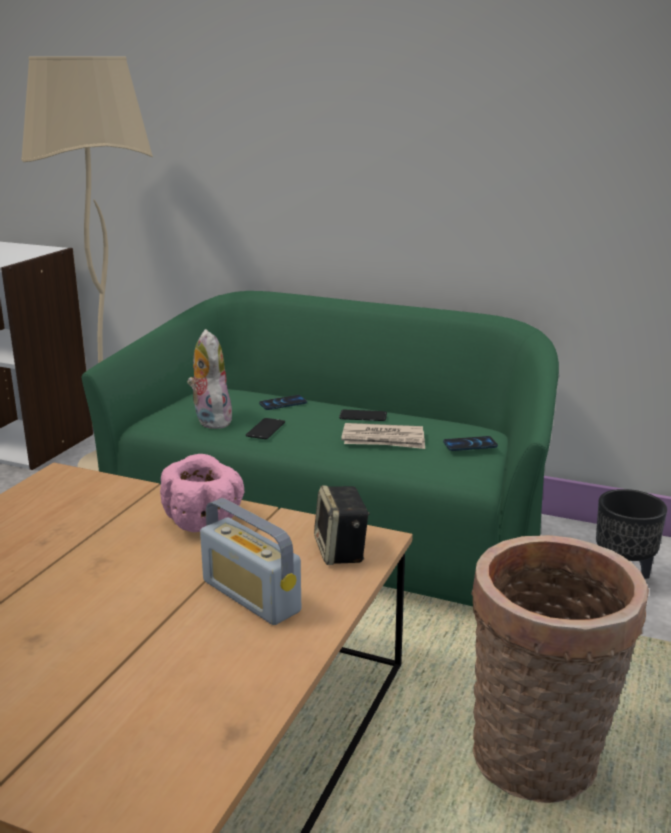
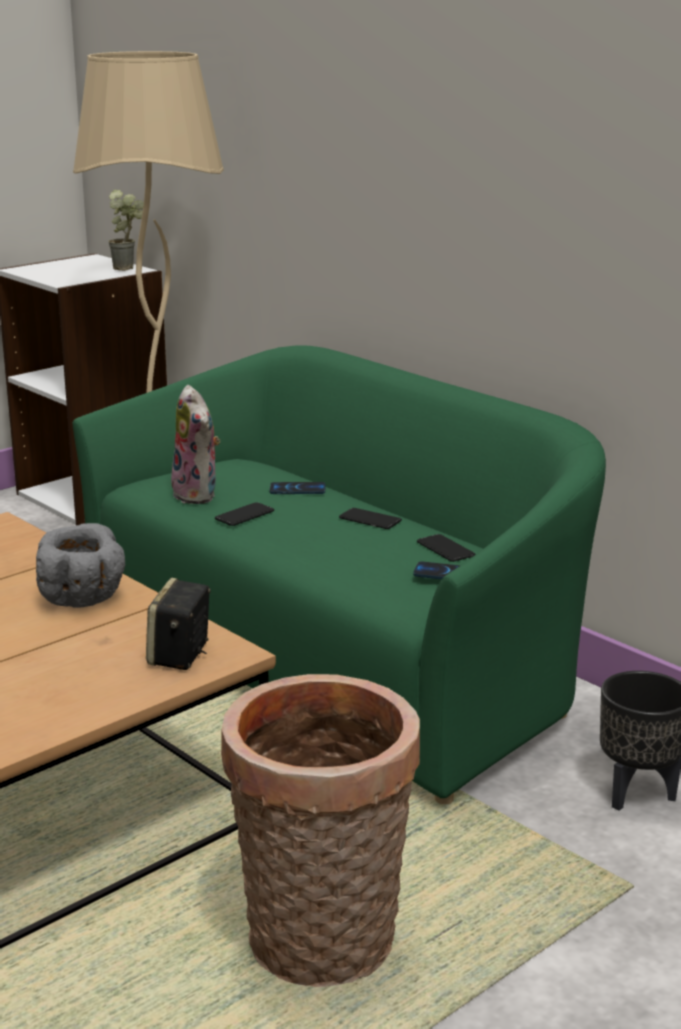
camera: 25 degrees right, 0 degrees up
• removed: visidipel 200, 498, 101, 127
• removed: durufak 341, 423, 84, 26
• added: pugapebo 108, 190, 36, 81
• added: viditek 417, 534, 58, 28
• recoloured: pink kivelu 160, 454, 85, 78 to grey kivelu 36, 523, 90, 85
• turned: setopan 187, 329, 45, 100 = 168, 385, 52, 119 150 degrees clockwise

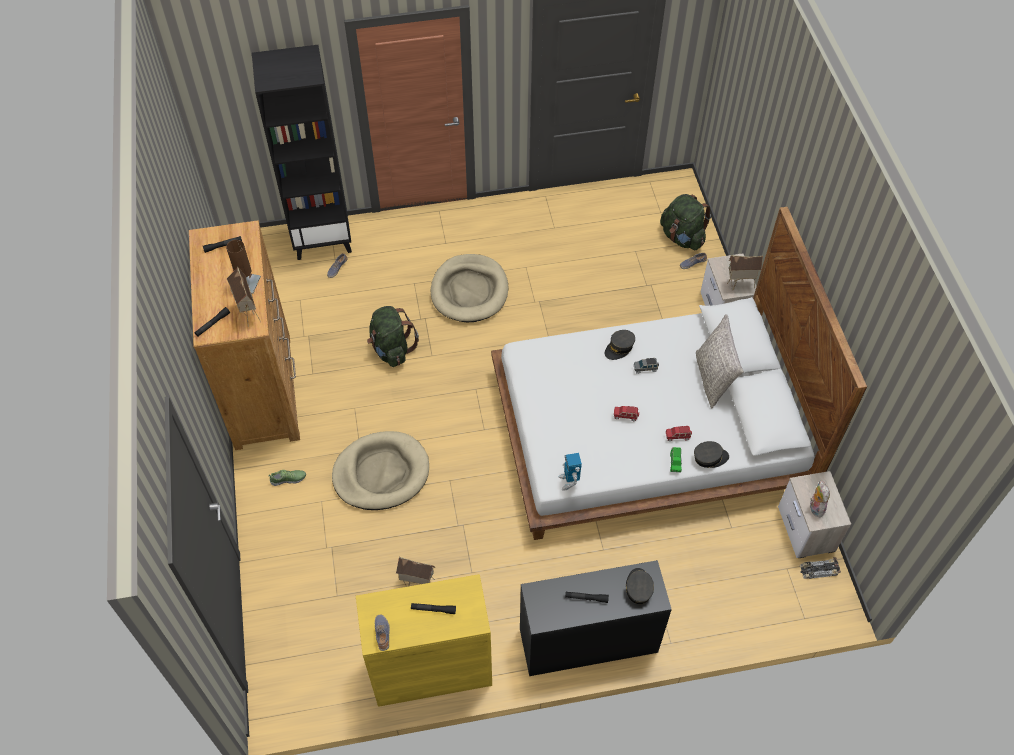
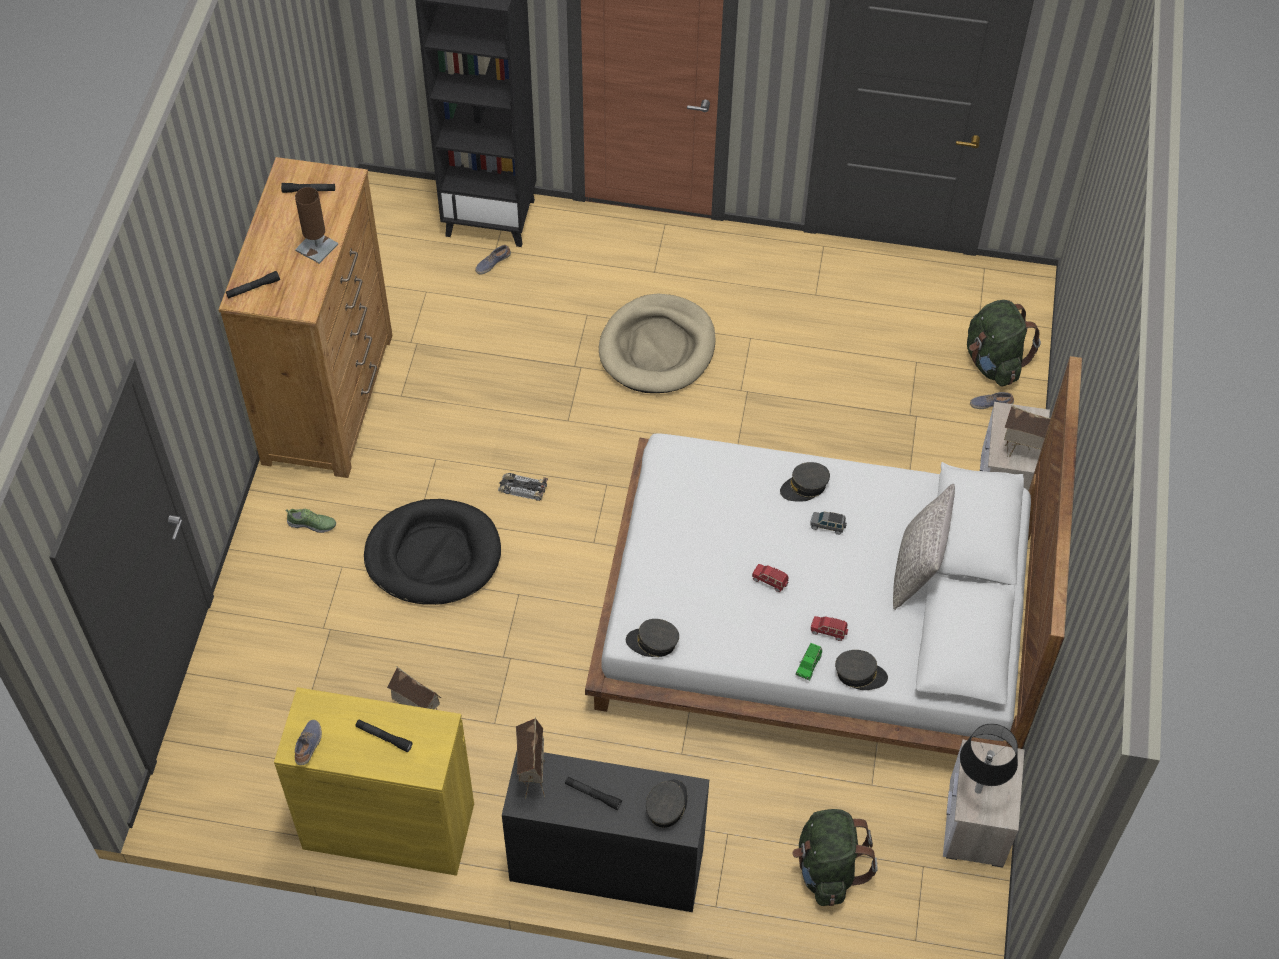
camera: 20 degrees right, 0 degrees up
• moved: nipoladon 227, 267, 34, 60 to 516, 717, 29, 82
• moved: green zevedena 367, 306, 52, 61 to 792, 809, 86, 97
• moved: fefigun 800, 557, 41, 22 to 498, 473, 50, 28
• replaced: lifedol 559, 453, 23, 38 to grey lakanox 626, 619, 53, 38
• replaced: setopan 810, 480, 20, 37 to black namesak 960, 724, 58, 70
• recoloured: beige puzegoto 332, 431, 97, 79 to black puzegoto 364, 499, 137, 106

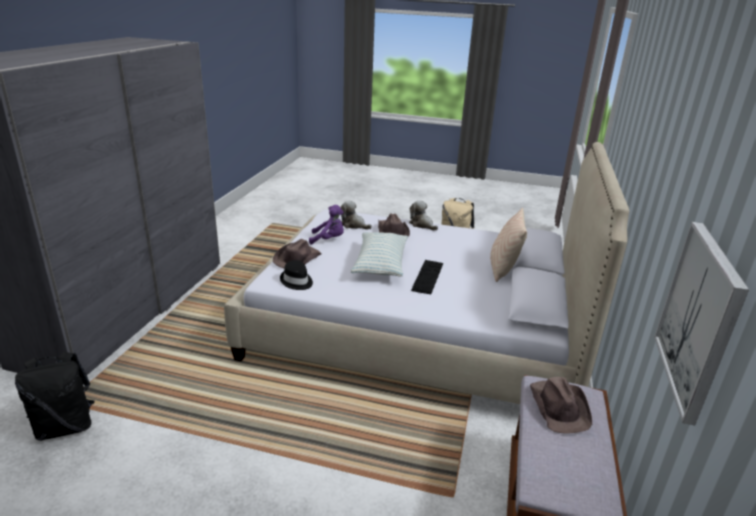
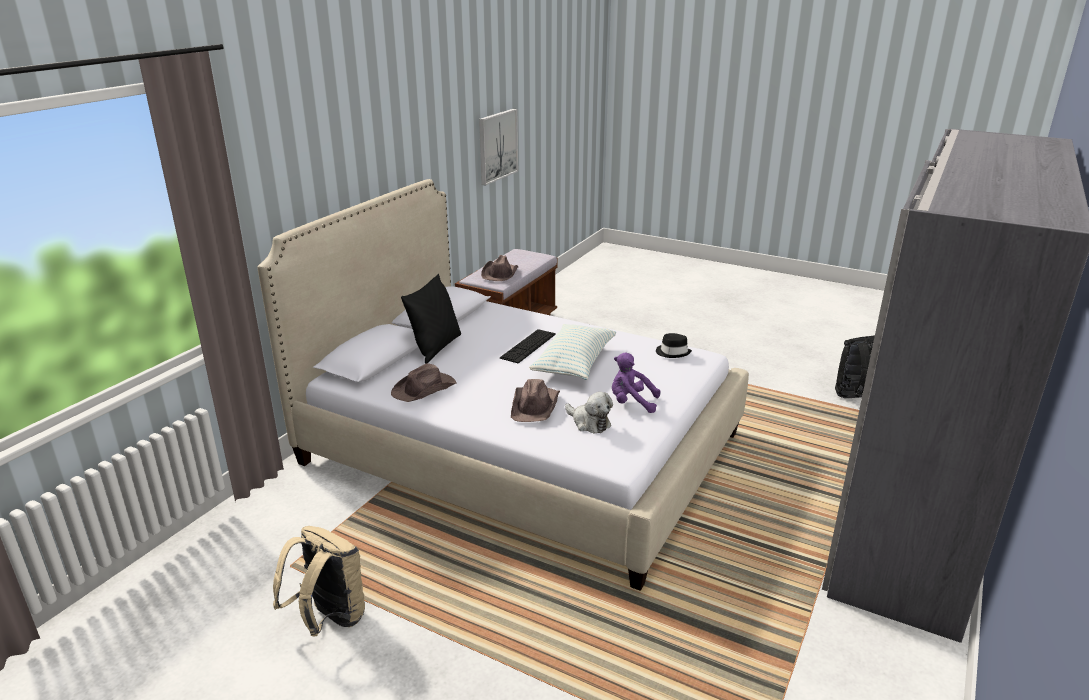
camera: 165 degrees left, 0 degrees up
• removed: setopan 409, 200, 29, 30
• moved: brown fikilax 273, 239, 48, 30 to 391, 363, 65, 39
• recoloured: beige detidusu 490, 208, 37, 74 to black detidusu 401, 274, 60, 90

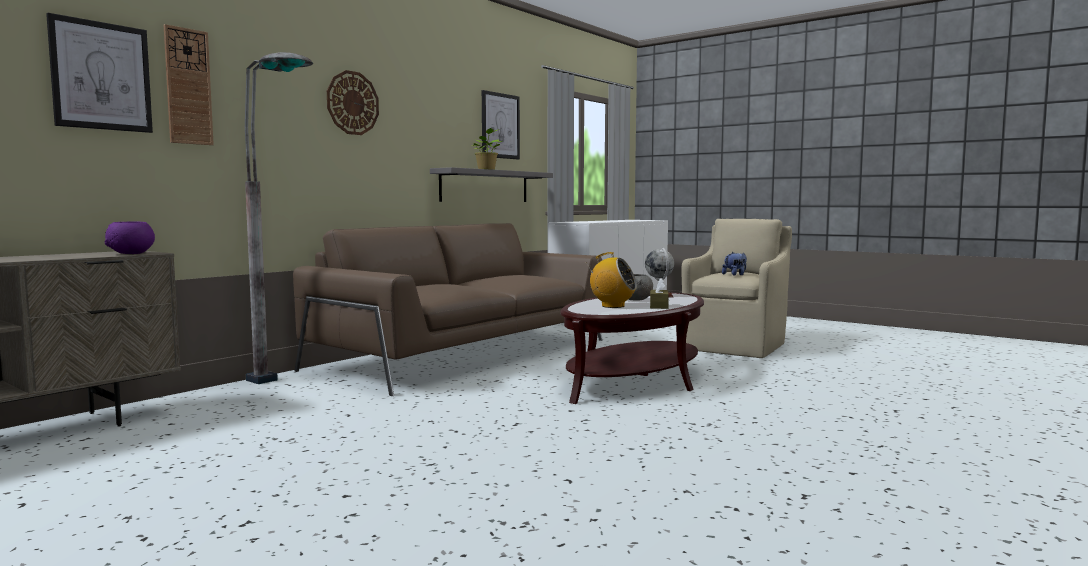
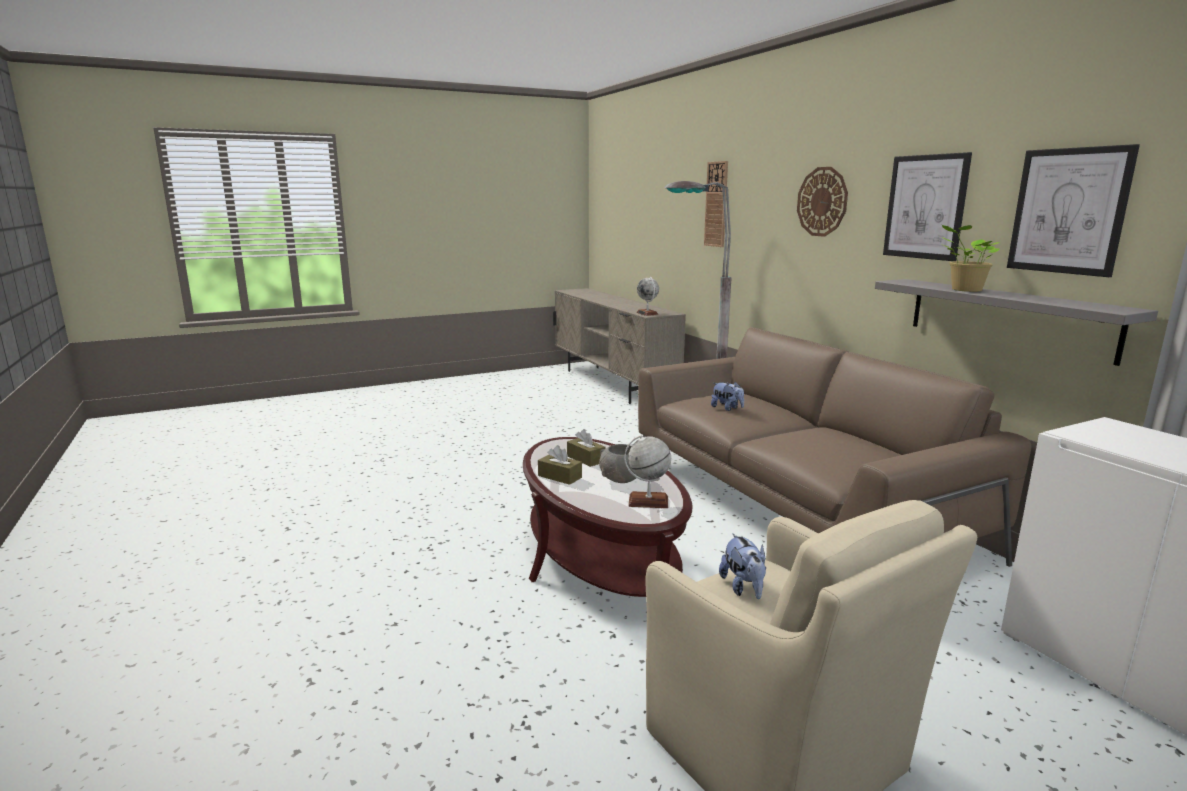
camera: 115 degrees right, 10 degrees up
• added: setopan 711, 382, 33, 29
• moved: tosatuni 46, 13, 107, 120 to 883, 152, 89, 109
• replaced: purple kivelu 105, 222, 50, 32 to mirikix 637, 277, 22, 39
• replaced: visidipel 587, 252, 50, 56 to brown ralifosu 567, 429, 38, 38

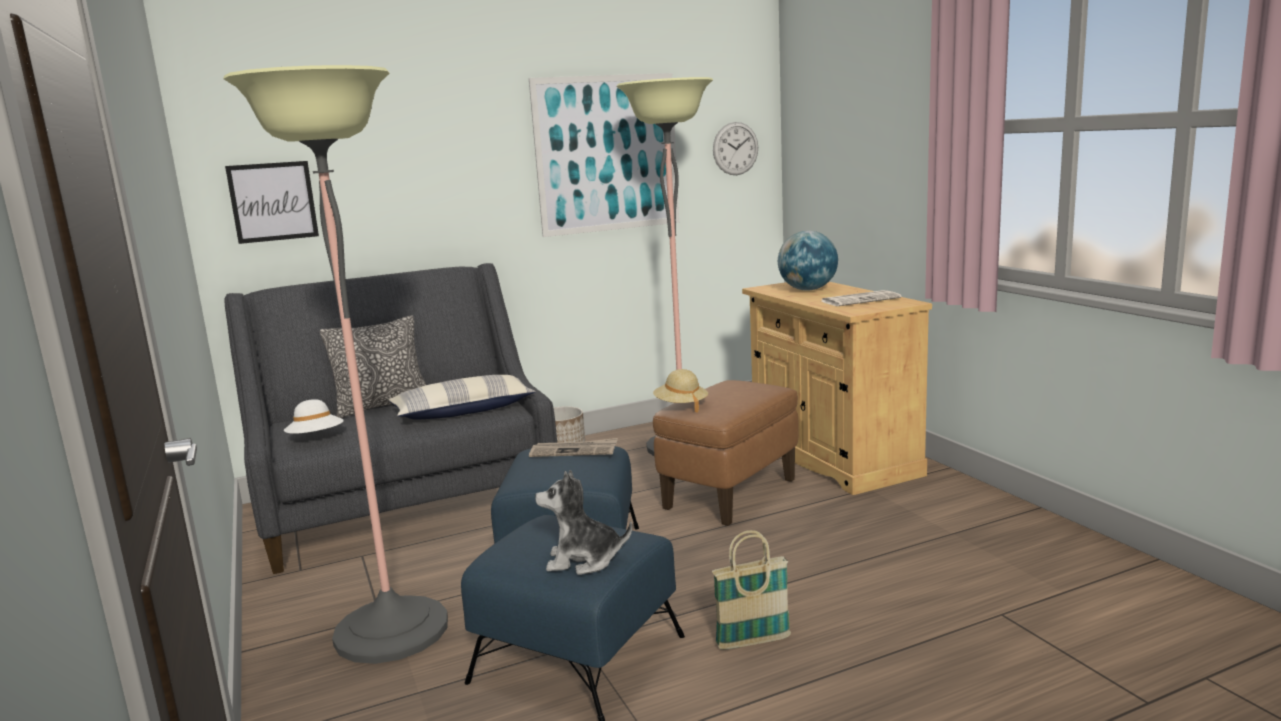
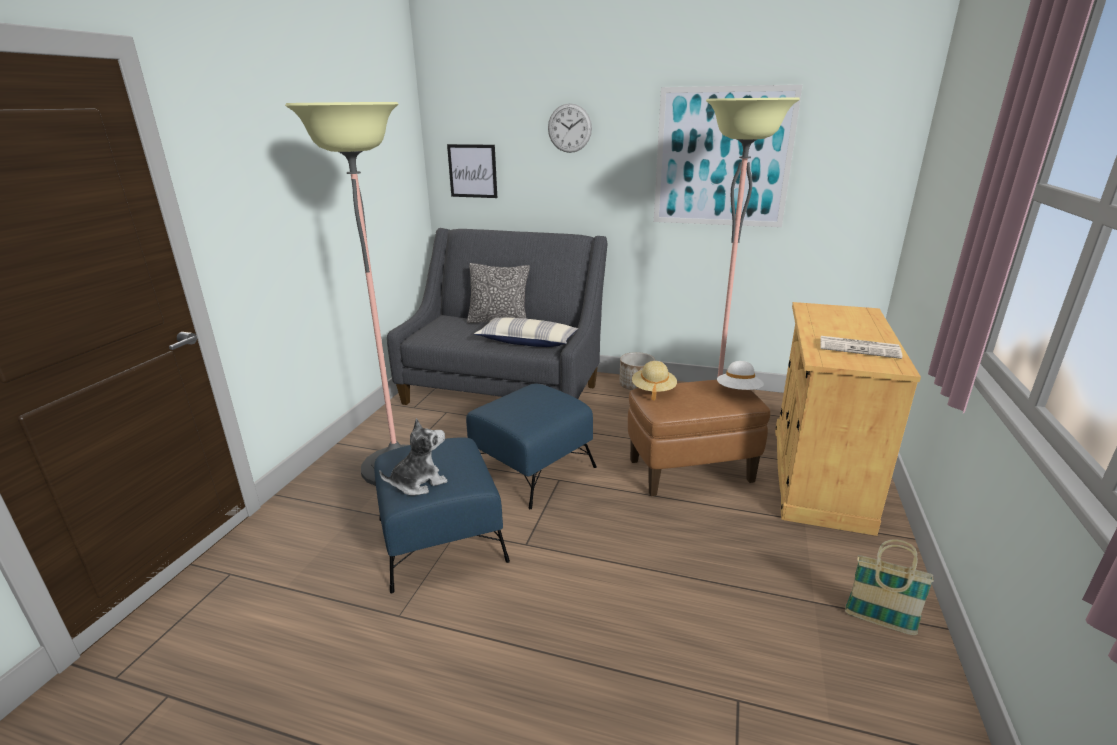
camera: 40 degrees right, 10 degrees up
• removed: durufak 529, 438, 89, 19
• removed: mirikix 778, 231, 60, 60
• moved: white fikilax 284, 399, 60, 35 to 717, 361, 47, 29
• moved: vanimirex 712, 530, 79, 120 to 845, 539, 89, 96
• moved: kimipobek 713, 122, 45, 53 to 548, 103, 44, 50
• turned: setopan 535, 470, 97, 105 = 379, 418, 68, 78 105 degrees clockwise

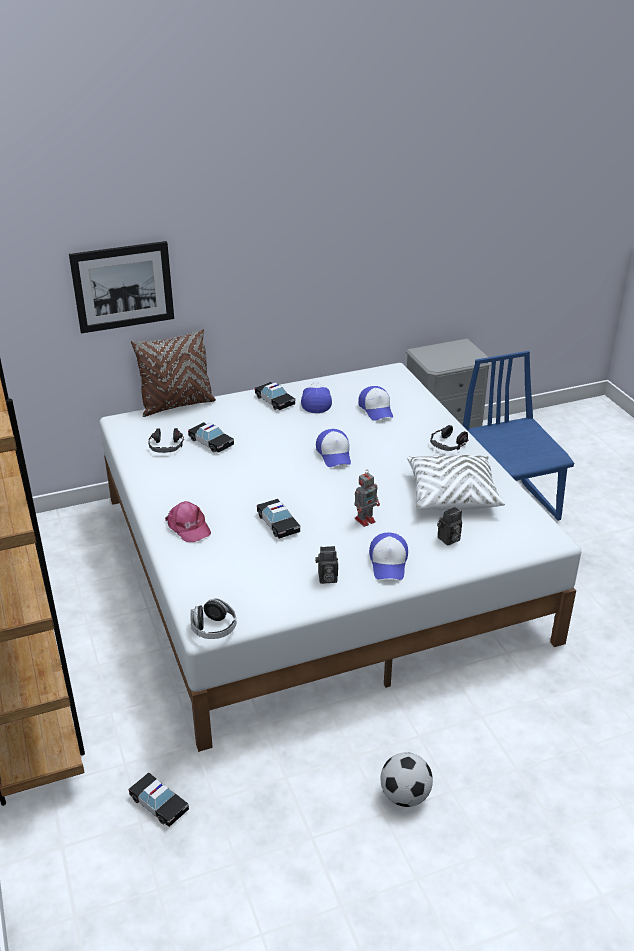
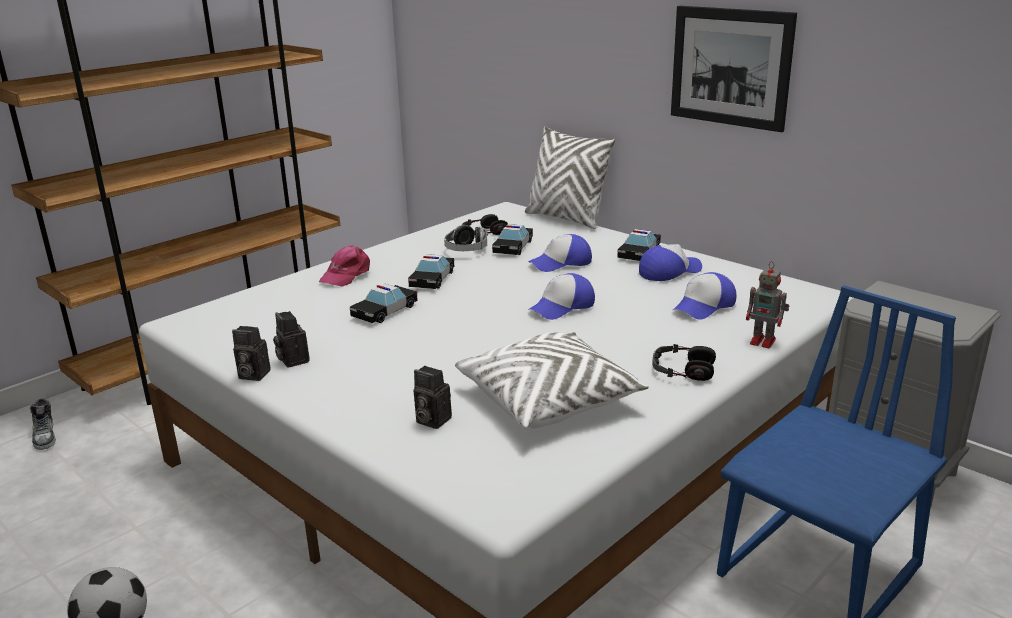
camera: 65 degrees right, 10 degrees down
• added: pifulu 30, 399, 26, 51
• added: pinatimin 232, 326, 39, 55
• moved: tosatuni 69, 241, 105, 92 to 671, 6, 126, 126
• moved: fefigun 128, 772, 61, 55 to 408, 254, 46, 35
• moved: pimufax 190, 598, 46, 41 to 444, 225, 43, 26
• moved: lifedol 354, 471, 26, 56 to 746, 261, 43, 87
• moved: lakanox 369, 533, 39, 47 to 529, 234, 63, 38
• recoloured: brown detidusu 131, 329, 85, 88 to white detidusu 525, 126, 90, 103

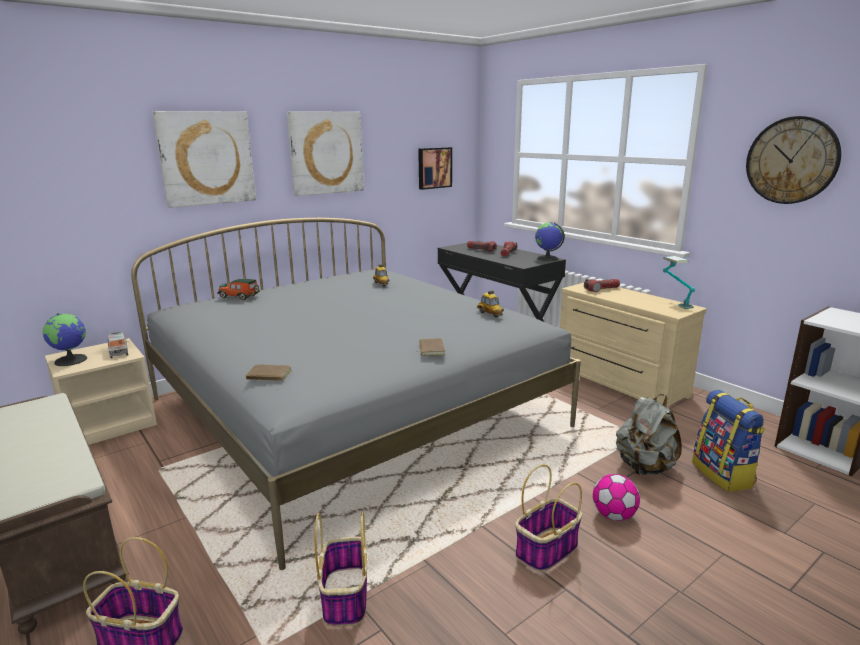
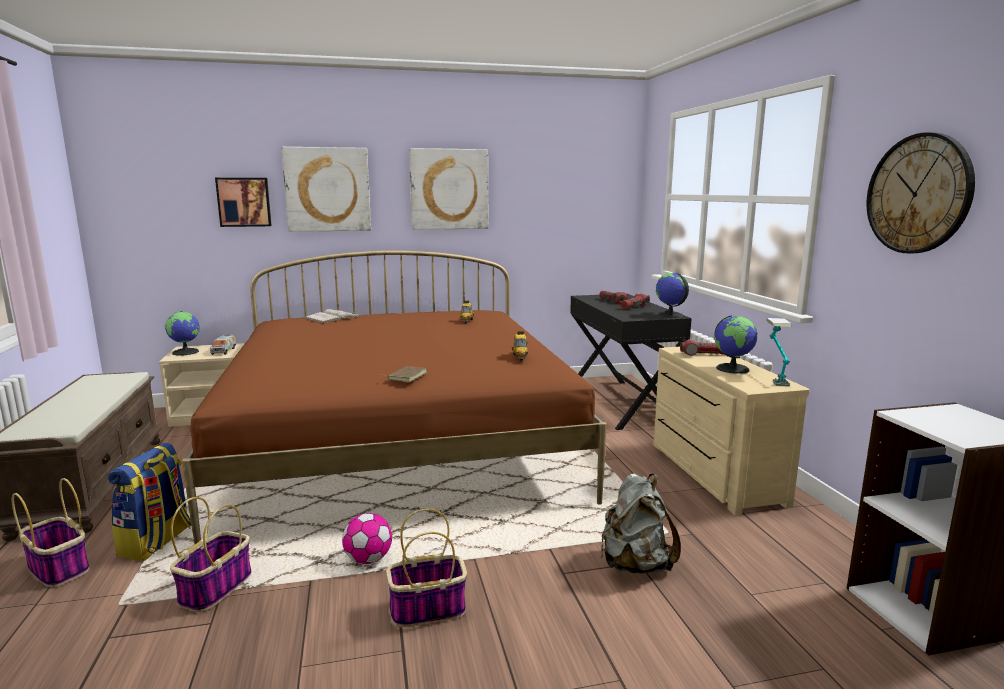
camera: 25 degrees right, 5 degrees down
• removed: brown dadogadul 246, 364, 46, 17
• added: mirikix 714, 315, 44, 59
• moved: tosatuni 418, 147, 34, 43 to 215, 178, 57, 49
• moved: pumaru 593, 474, 47, 47 to 342, 513, 50, 51
• moved: zevedena 692, 390, 73, 102 to 108, 443, 83, 118
• replaced: fefigun 217, 279, 43, 21 to white dadogadul 304, 309, 57, 14
• recoloured: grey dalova 131, 218, 450, 352 to brown dalova 182, 250, 424, 294

